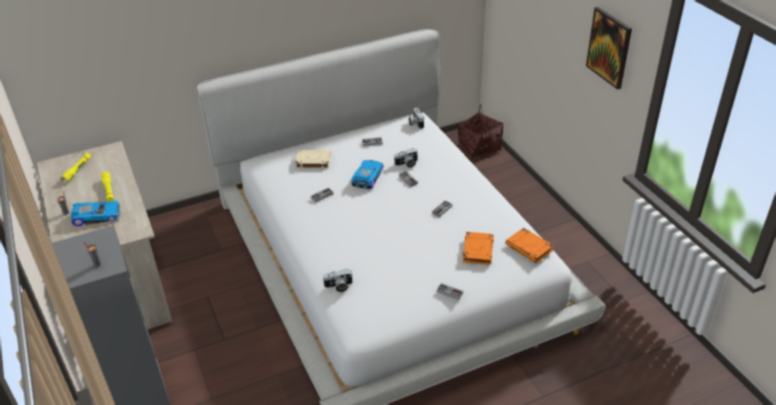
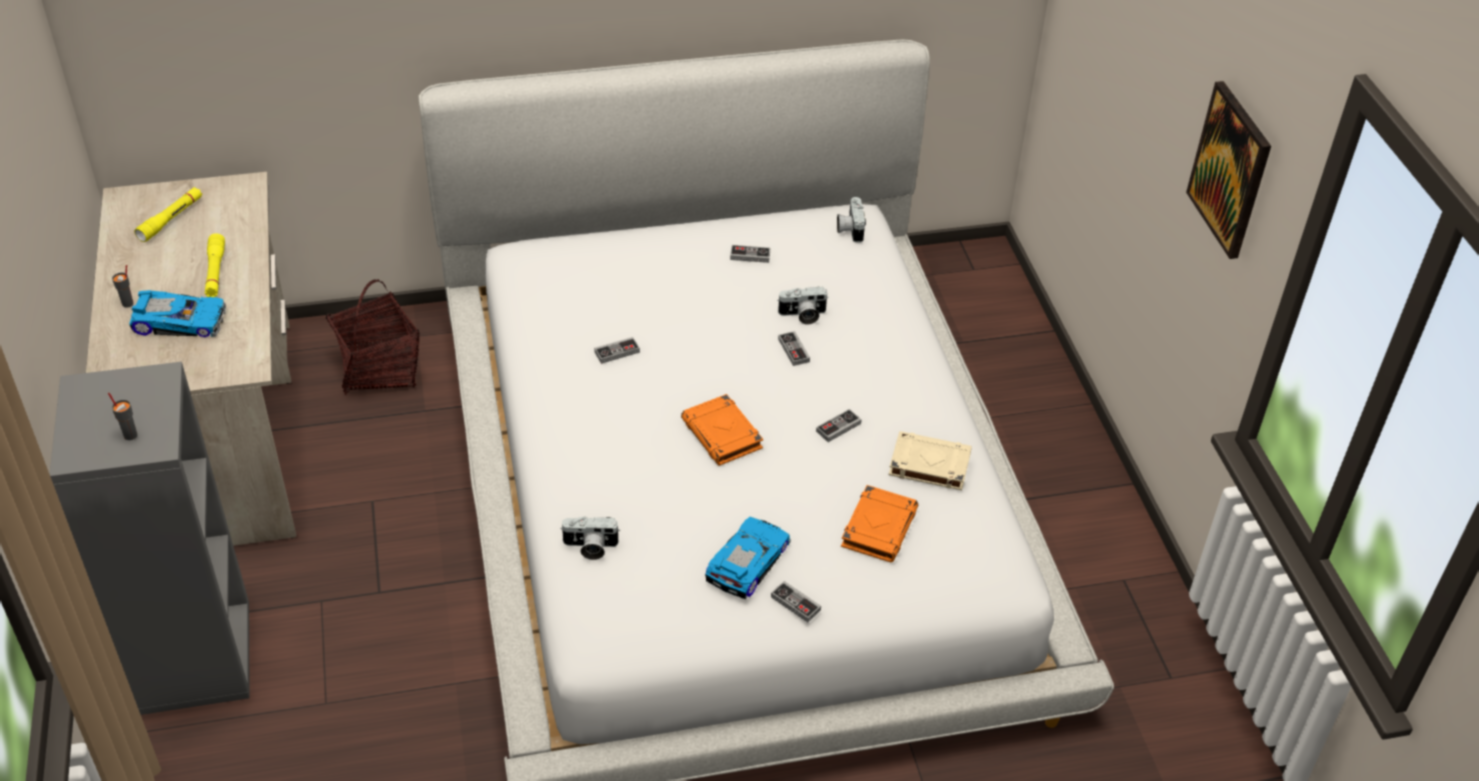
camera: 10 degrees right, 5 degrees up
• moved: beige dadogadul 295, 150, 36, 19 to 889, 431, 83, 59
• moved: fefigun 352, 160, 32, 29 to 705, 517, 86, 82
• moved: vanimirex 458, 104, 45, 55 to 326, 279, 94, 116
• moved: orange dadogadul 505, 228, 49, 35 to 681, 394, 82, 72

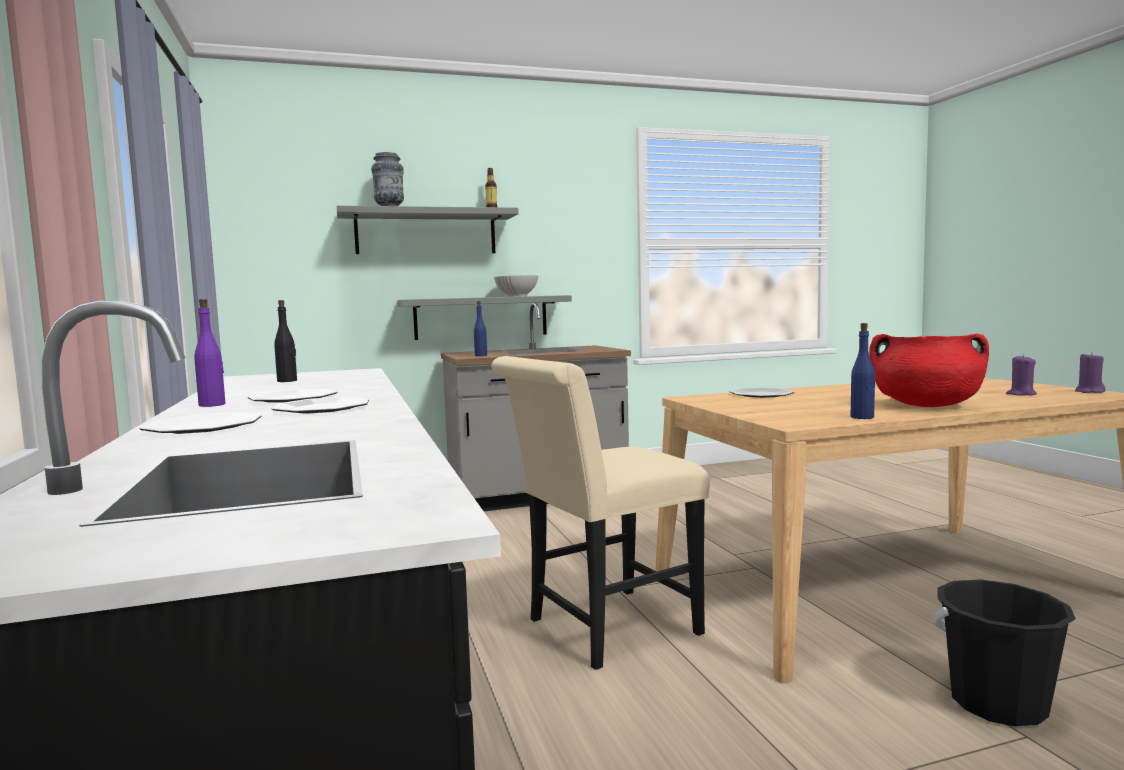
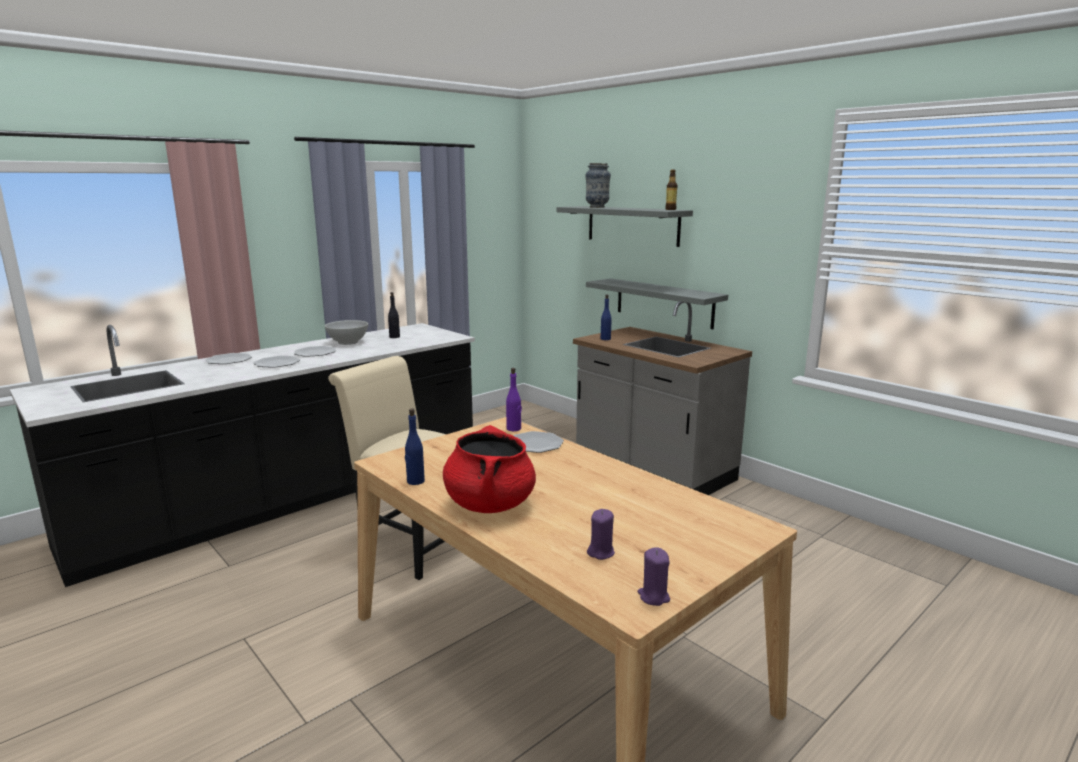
camera: 65 degrees right, 10 degrees up
• removed: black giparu 933, 580, 143, 146
• moved: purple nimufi 194, 299, 31, 108 to 506, 368, 16, 63
• moved: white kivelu 494, 275, 45, 22 to 325, 320, 43, 25

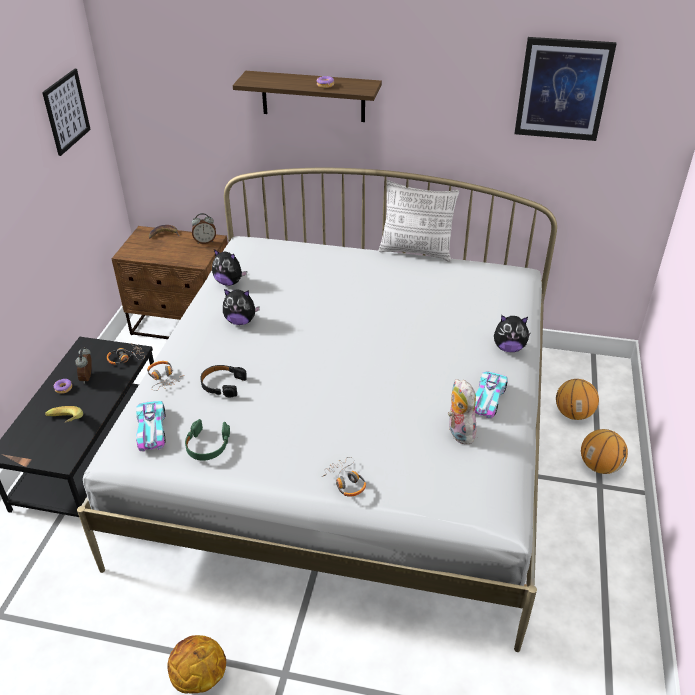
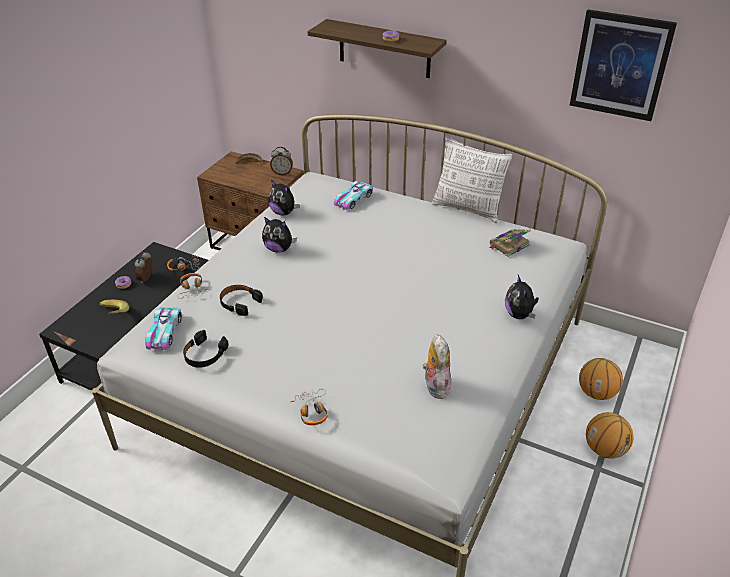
camera: 15 degrees right, 0 degrees up
• removed: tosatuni 42, 69, 49, 87
• removed: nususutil 167, 635, 59, 58
• added: dadogadul 489, 229, 41, 28
• moved: fefigun 475, 371, 33, 47 to 334, 181, 39, 29
• recoloured: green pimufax 185, 419, 45, 42 to black pimufax 183, 330, 46, 38
• turned: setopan 494, 315, 36, 37 = 505, 275, 34, 44 60 degrees clockwise

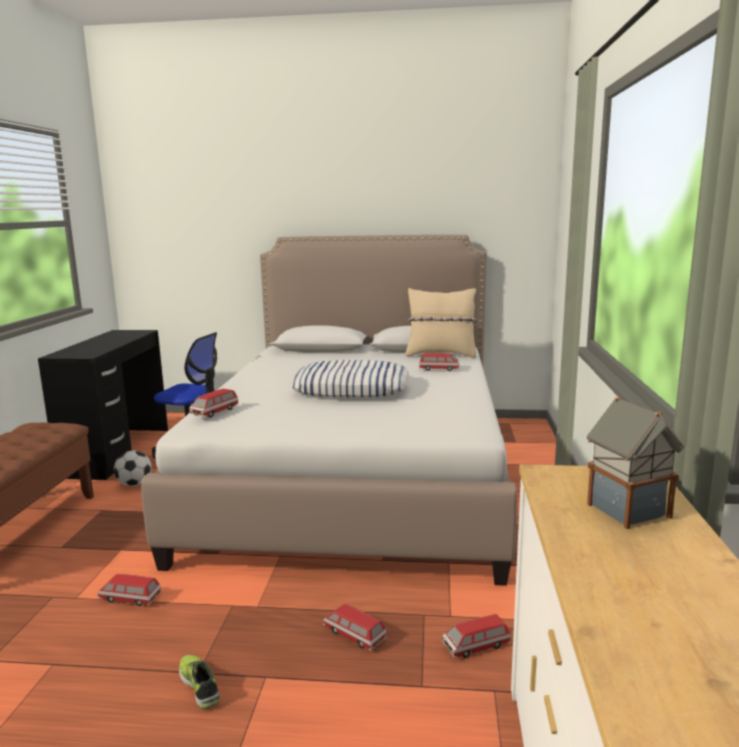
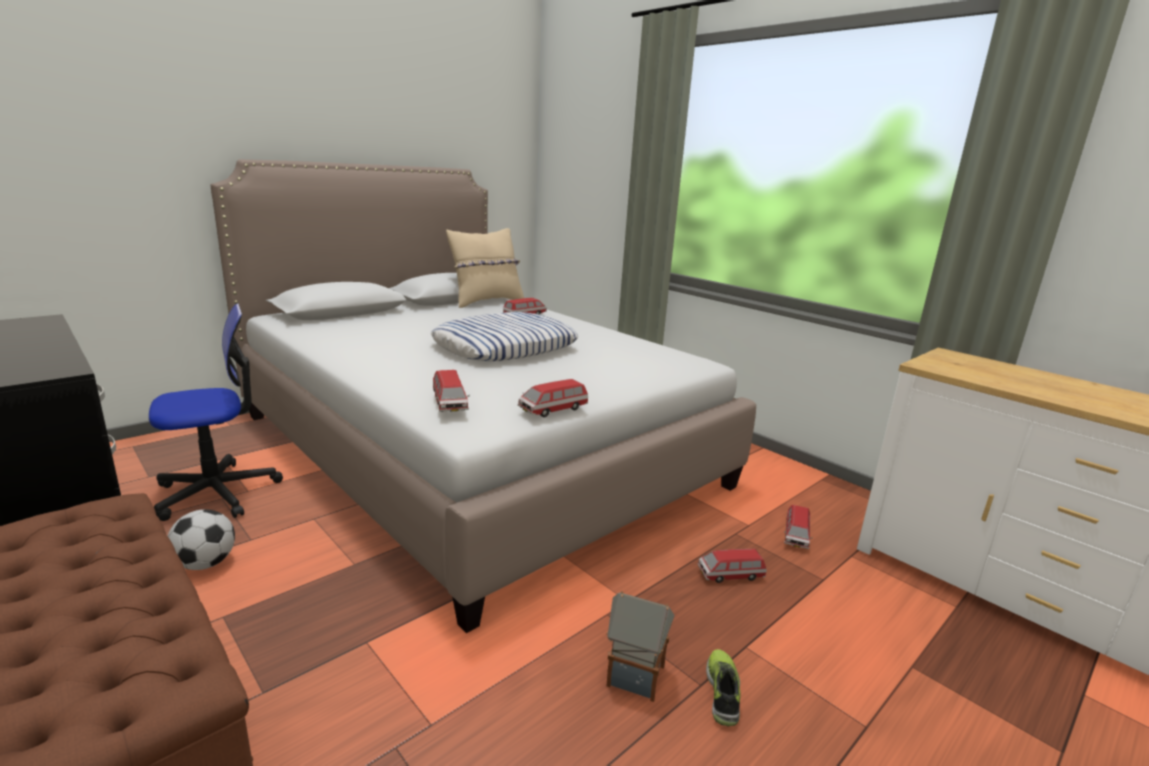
camera: 50 degrees left, 5 degrees up
• moved: fefigun 98, 574, 63, 32 to 518, 379, 70, 38
• moved: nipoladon 587, 396, 97, 133 to 607, 591, 67, 111
• turned: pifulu 179, 655, 41, 54 = 706, 649, 35, 77 90 degrees clockwise

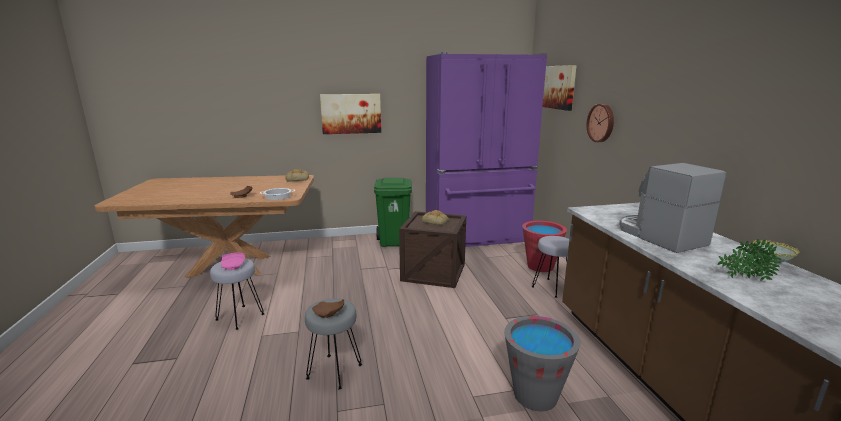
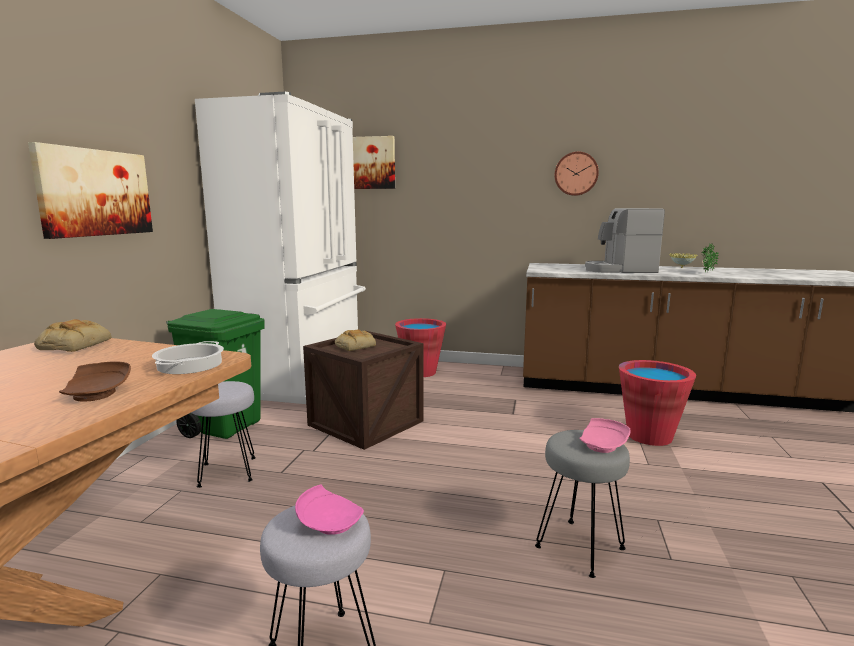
camera: 65 degrees left, 5 degrees down
• moved: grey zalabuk 532, 236, 37, 62 to 191, 381, 65, 107
• moved: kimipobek 586, 104, 28, 38 to 554, 152, 45, 44
• recoloured: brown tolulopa 312, 299, 32, 19 to pink tolulopa 579, 418, 52, 35
• recoloured: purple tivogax 426, 52, 121, 195 to white tivogax 195, 92, 171, 312
• recoloured: grey giparu 504, 316, 77, 95 to red giparu 619, 360, 77, 86

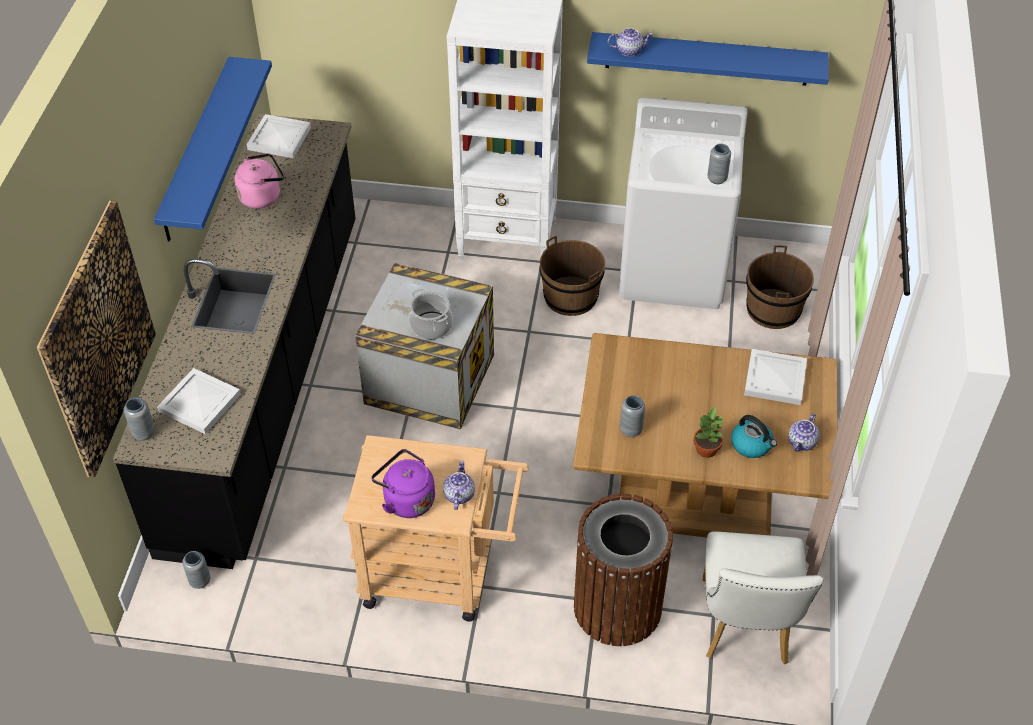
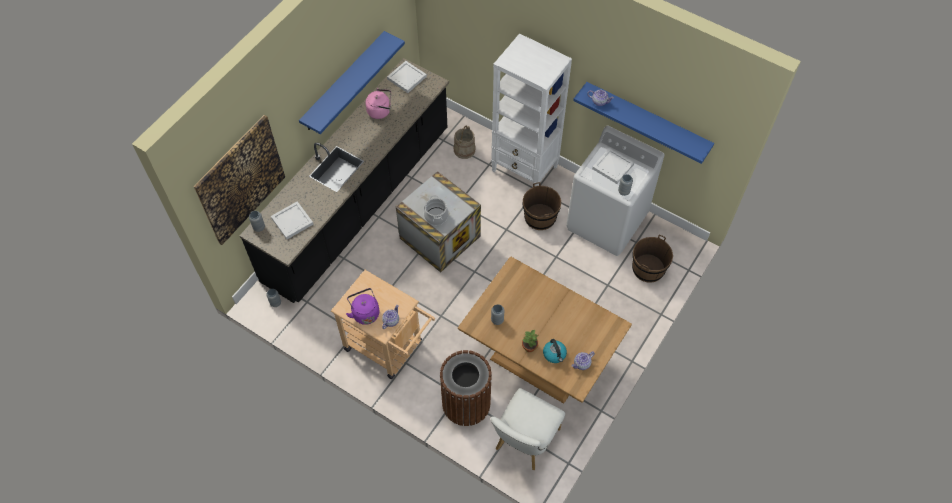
camera: 25 degrees right, 10 degrees up
• added: beige giparu 454, 126, 22, 33
• moved: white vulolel 744, 349, 63, 56 to 592, 148, 42, 36

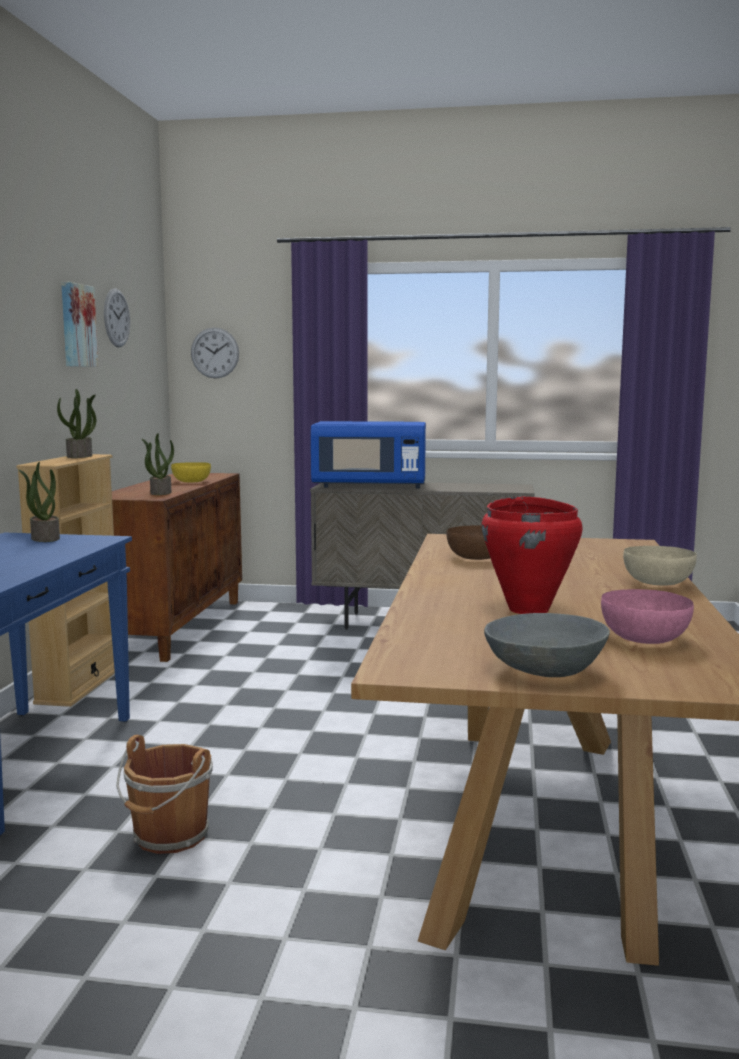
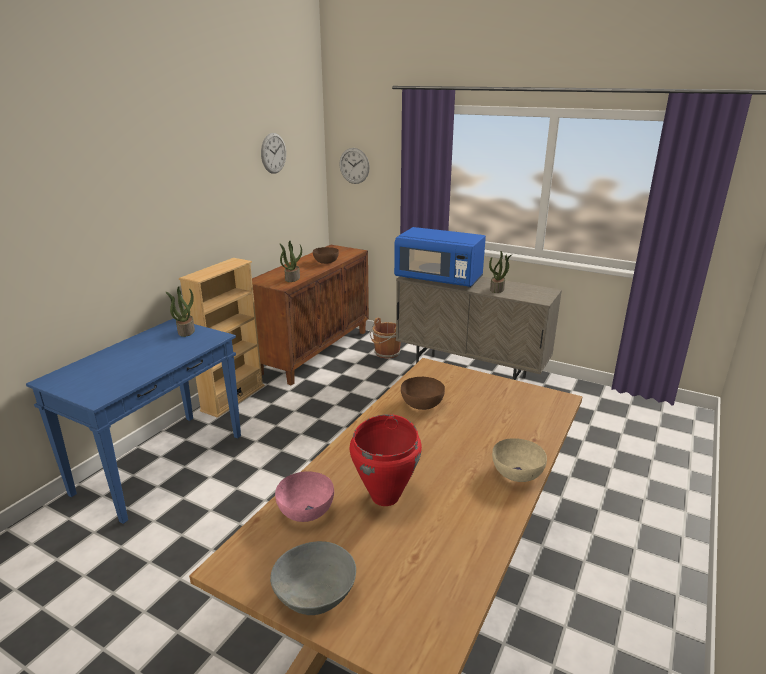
camera: 20 degrees right, 15 degrees up
• removed: tosatuni 61, 282, 37, 85
• moved: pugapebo 57, 389, 39, 69 to 489, 251, 23, 42
• moved: brown giparu 116, 735, 97, 119 to 370, 318, 31, 41
• moved: pink kivelu 601, 589, 93, 55 to 275, 472, 59, 50
• recoloured: yellow kivelu 171, 462, 40, 21 to brown kivelu 313, 247, 26, 17

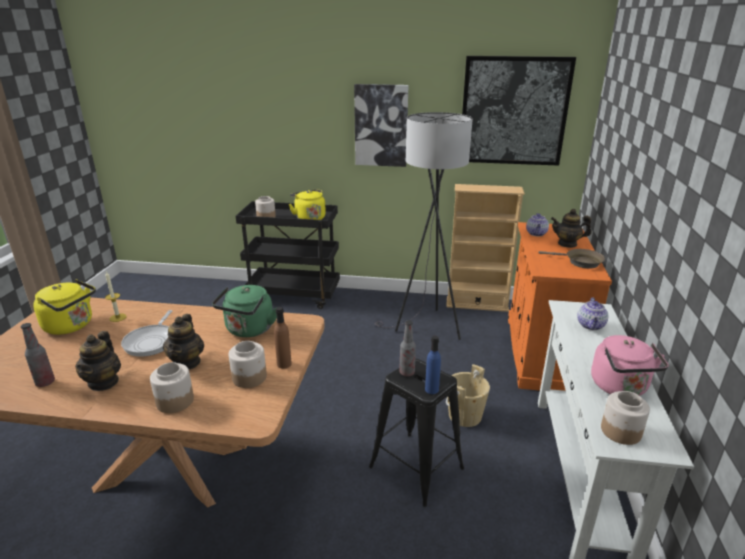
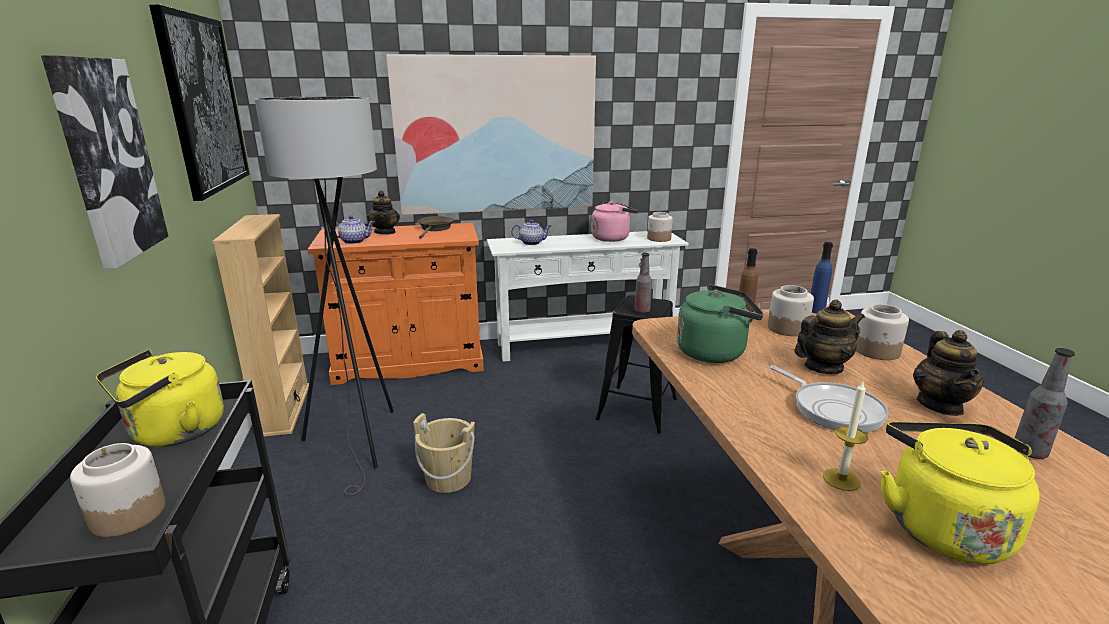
camera: 110 degrees left, 5 degrees down
• added: tosatuni 386, 54, 210, 161
• moved: blue nimufi 425, 336, 16, 58 to 811, 242, 22, 72
• moved: beige giparu 446, 364, 44, 63 to 413, 413, 62, 80
• turned: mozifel 75, 331, 46, 60 = 913, 330, 71, 86 120 degrees clockwise
• turned: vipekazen 121, 310, 51, 47 = 769, 365, 120, 68 75 degrees clockwise

